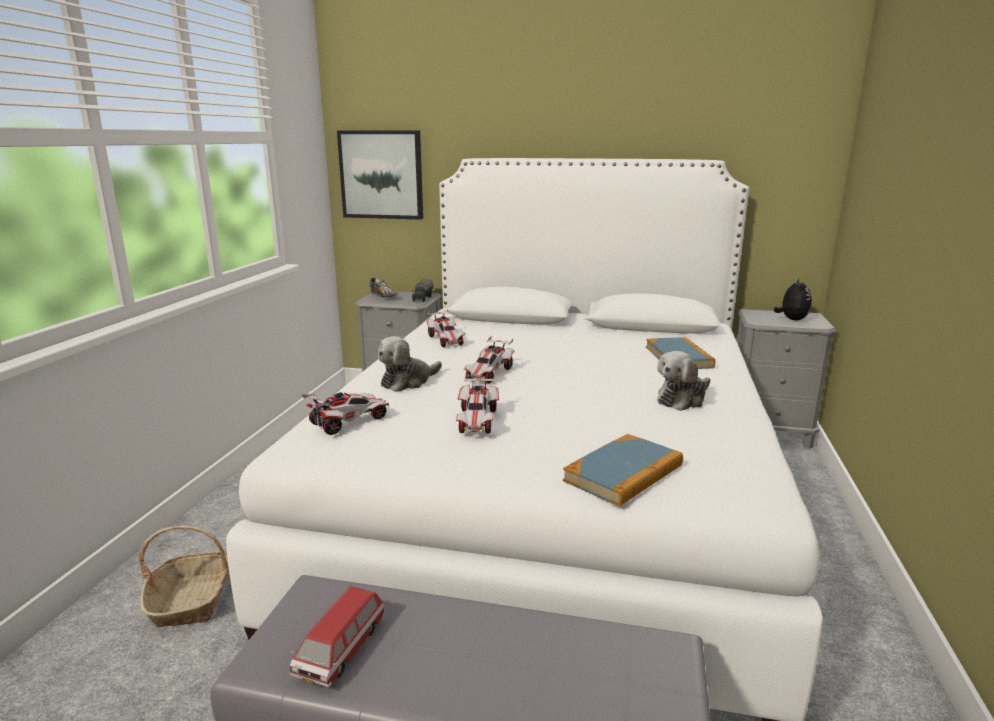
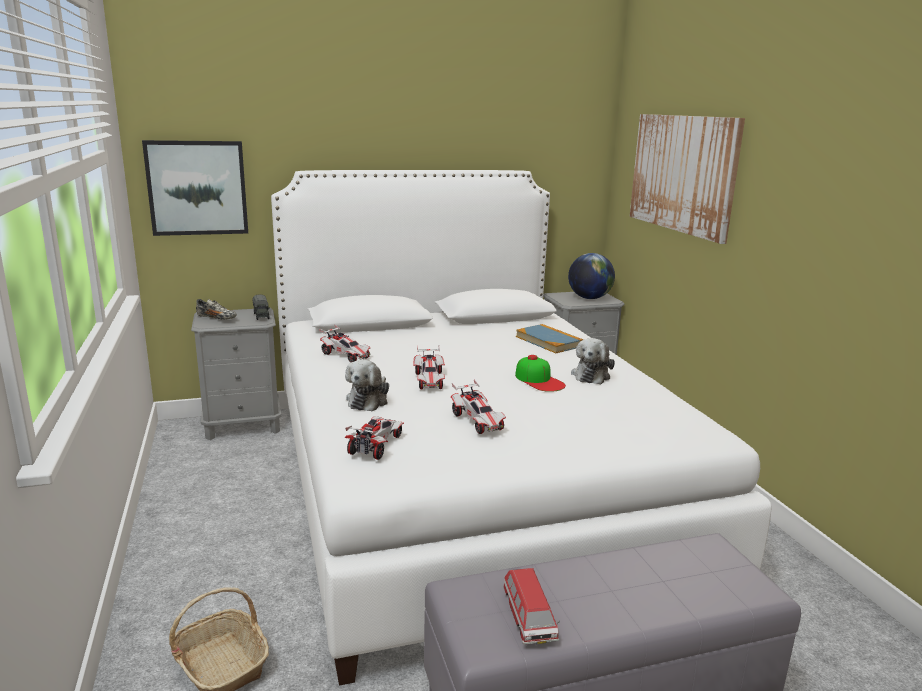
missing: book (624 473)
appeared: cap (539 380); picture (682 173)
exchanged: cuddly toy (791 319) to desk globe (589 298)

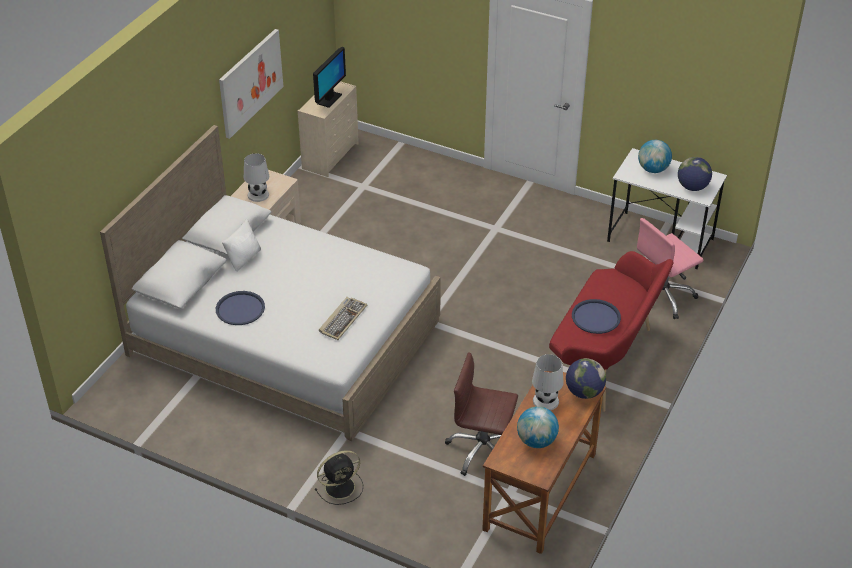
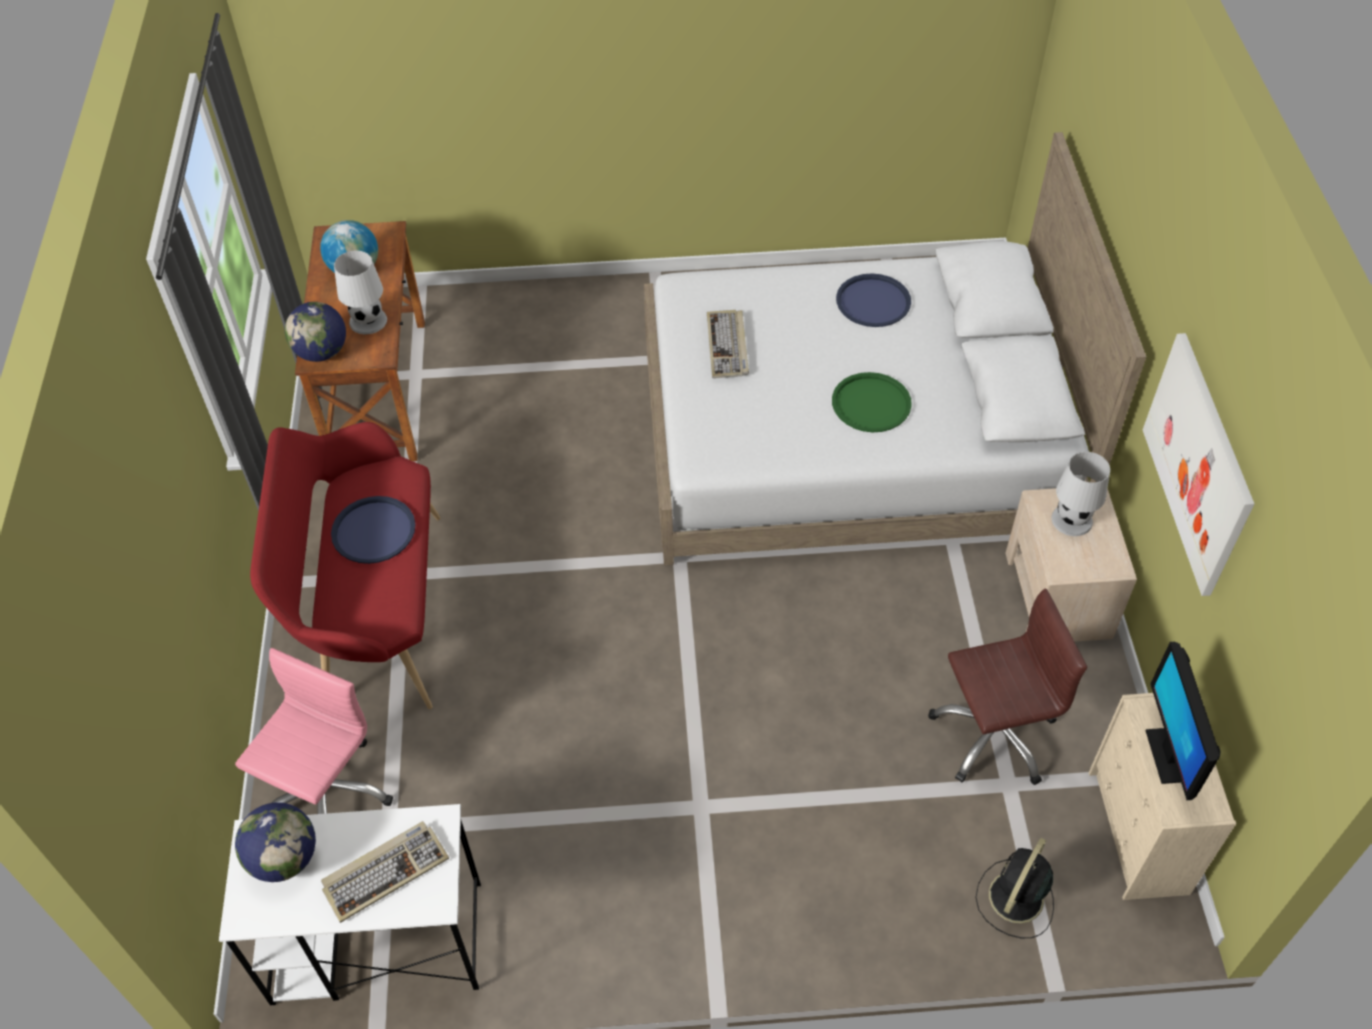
missing: throw pillow in white (244 258)
appeared: carrying tray in green-coloured (871 403)
relocated: electric fan in black (341 486) to (1015 899); desk chair in brown-coloured (483 450) to (993 734)
exchanged: desk globe (653 169) to keyboard (385 871)

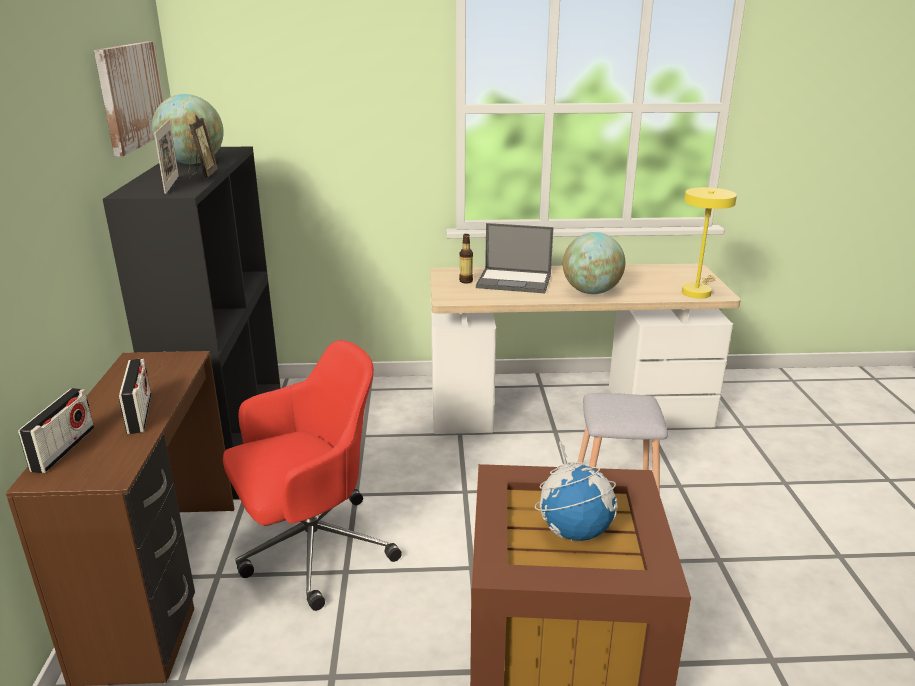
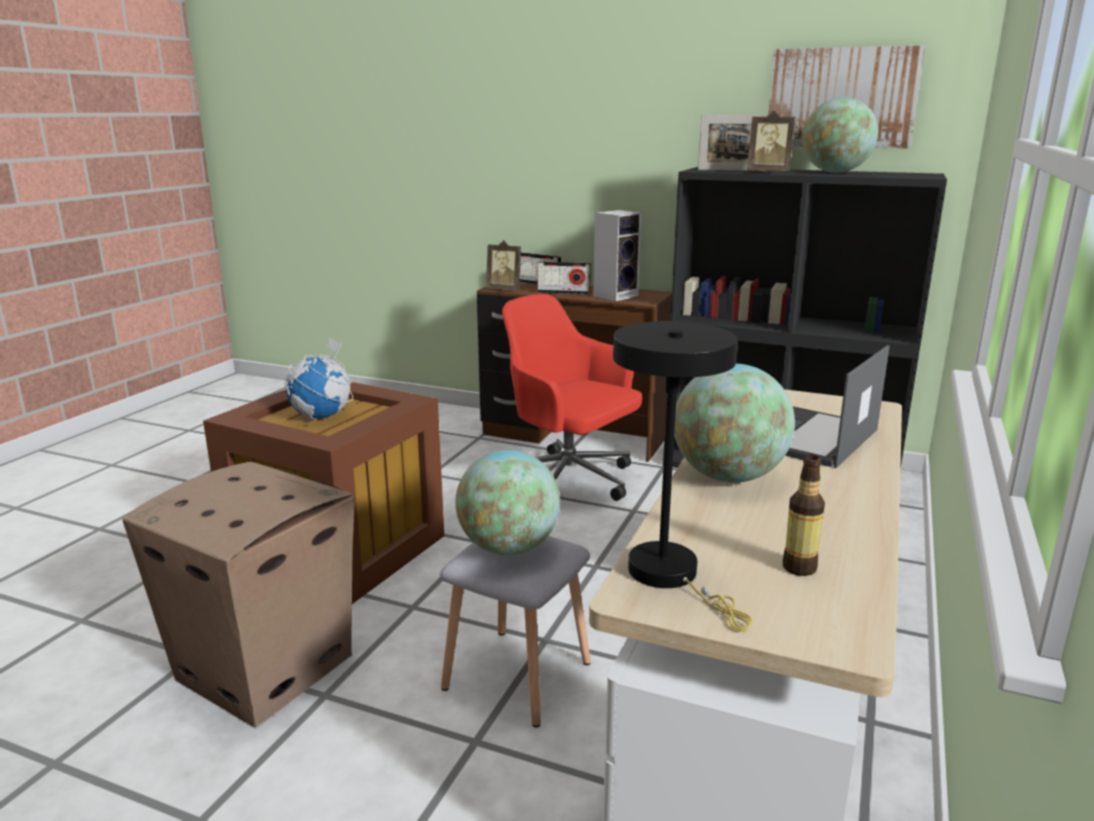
appeared: packing box (263 667); desk globe (508 548); standing frame (505 290); loudspeaker (616 295)
relocated: drink bottle (466 281) to (799 568)
colour: table lamp in yellowish (697 291) to table lamp in black (672 576)
spun: desk chair in red (311 549) = (568 483) 135 degrees clockwise

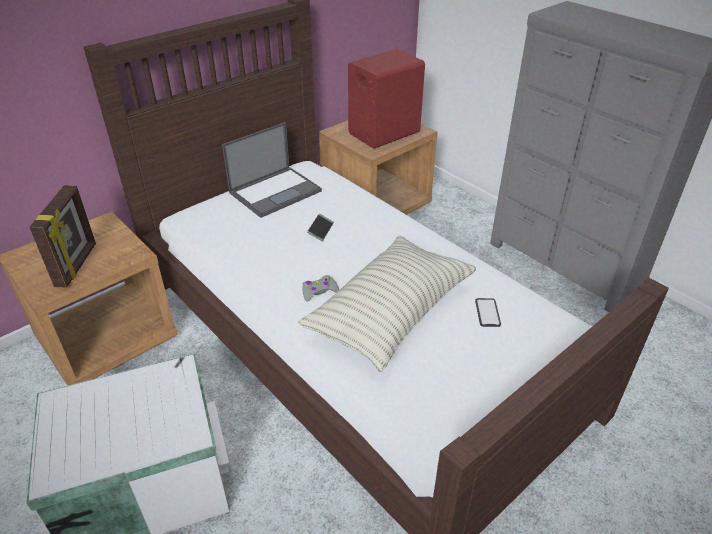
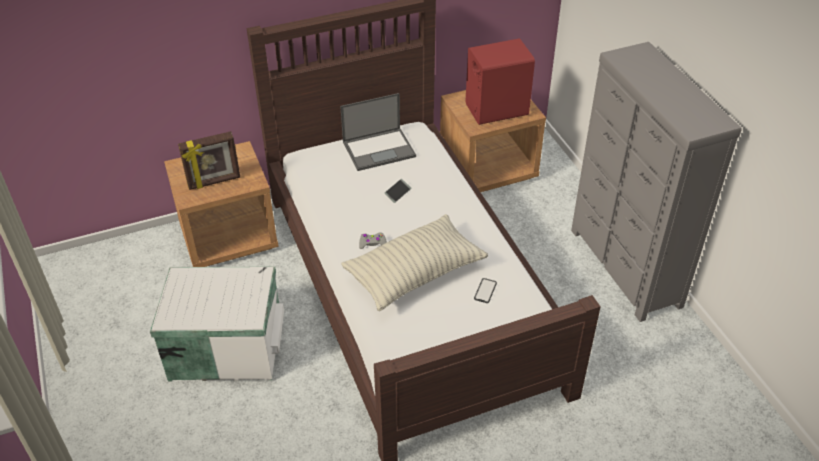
spun: standing frame (77 265) = (214 182) 45 degrees clockwise

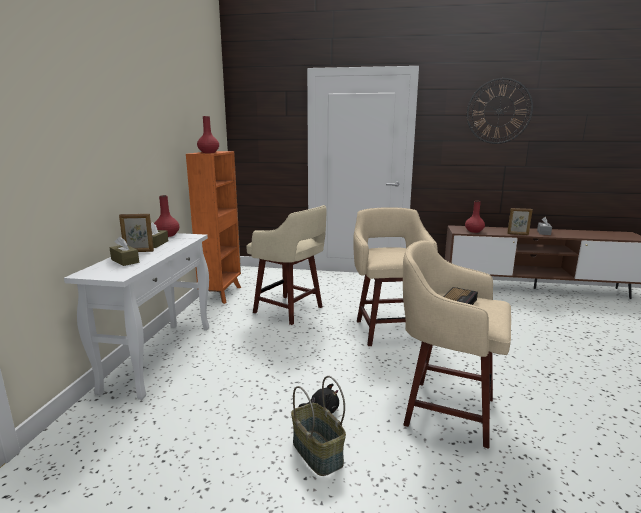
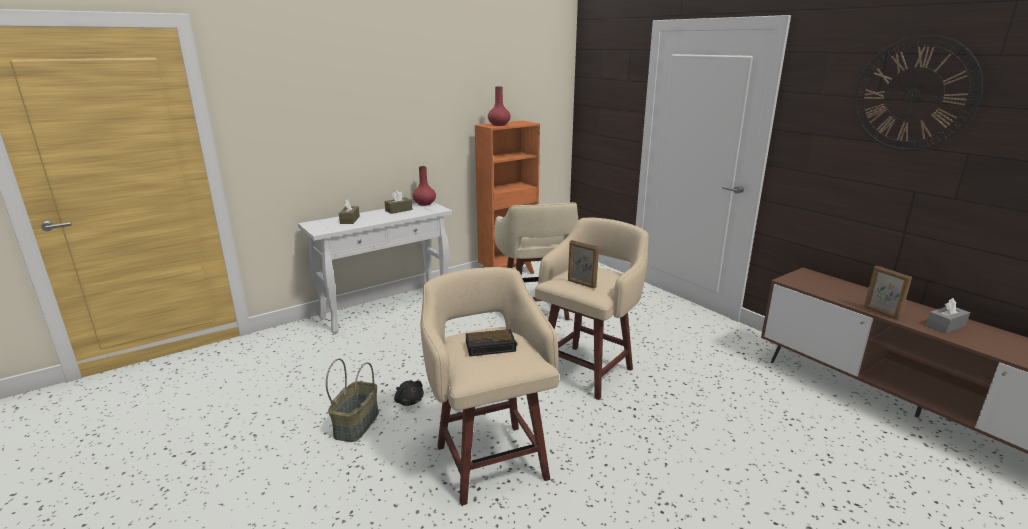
missing: decorative vase in red (474 231)
relocated: standing frame (138 251) to (581 284)

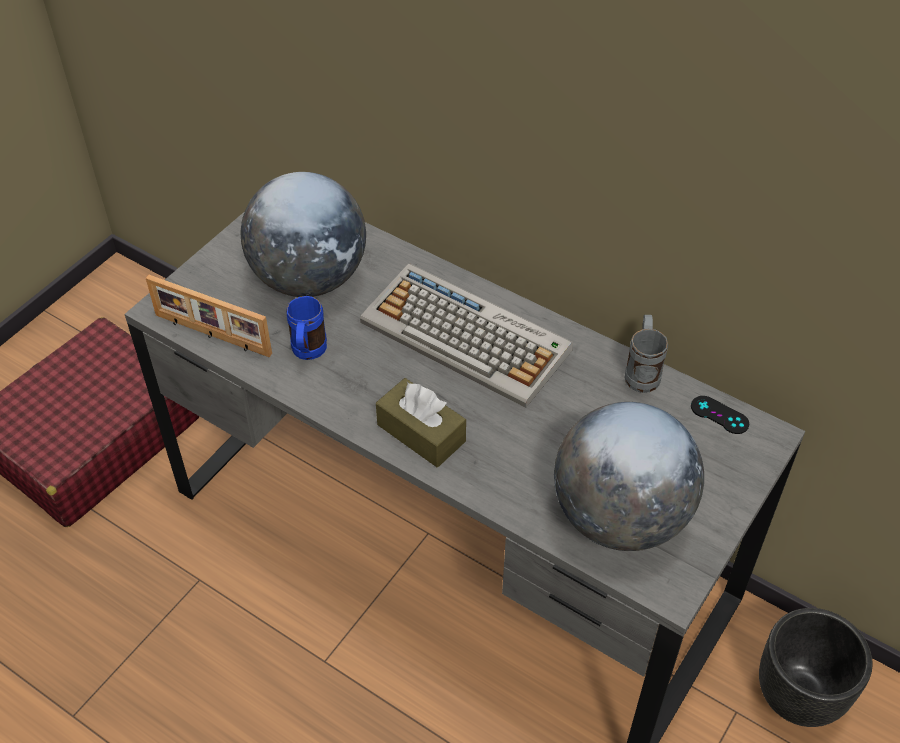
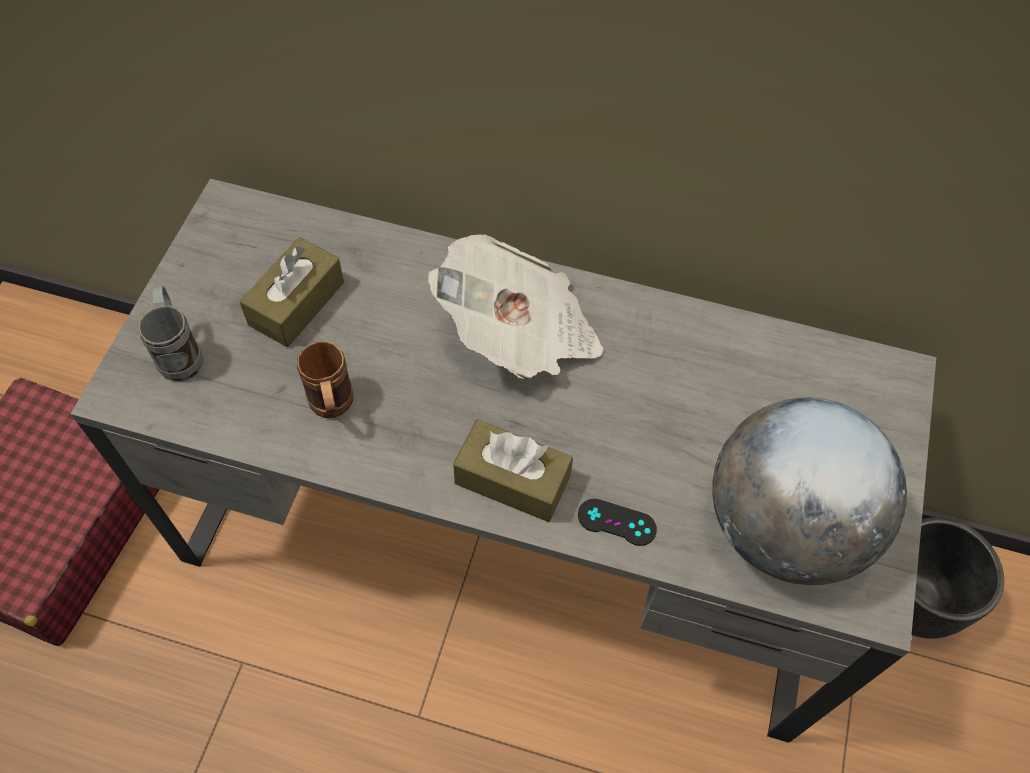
missing: standing frame (212 335)
relocated: coffee mug in greyish (642 371) to (180 352); joypad in black (719 415) to (616 522)
exchanged: desk globe (309 278) to tissue box in brown-coloured (296 303); keyboard (467 336) to newspaper (519 334)
colour: coffee mug in blue (307 354) to coffee mug in brown-coloured (332 409)

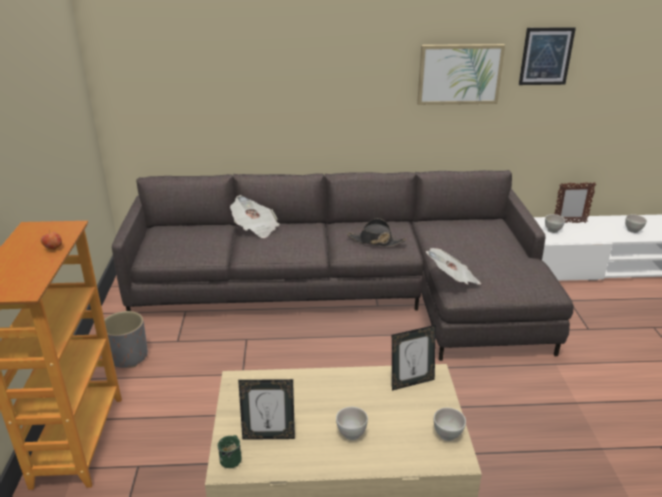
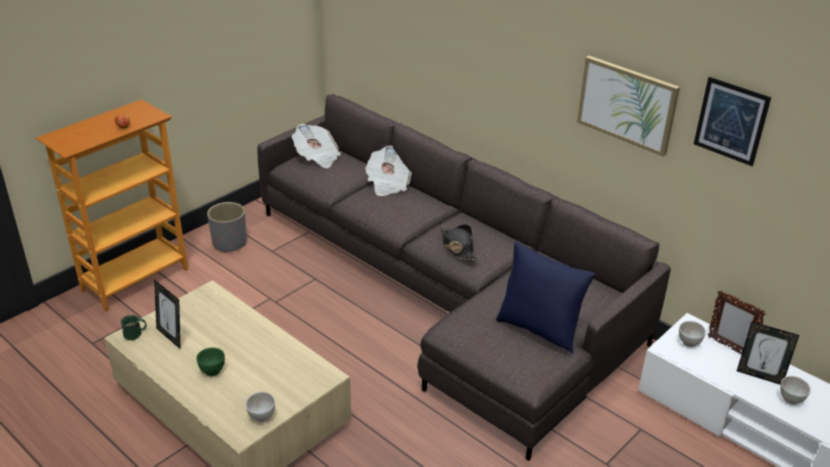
appeared: throw pillow in blue (539 329)
relocated: standing frame (411 382) to (760 375); newspaper (452 279) to (317 157)
colour: bowl in white (351 434) to bowl in green-coloured (212 371)

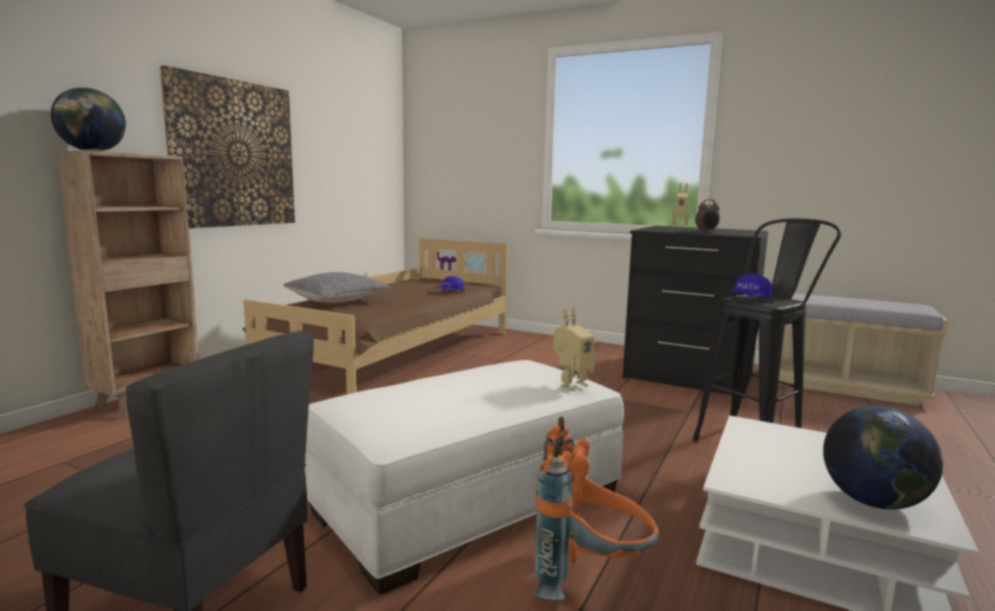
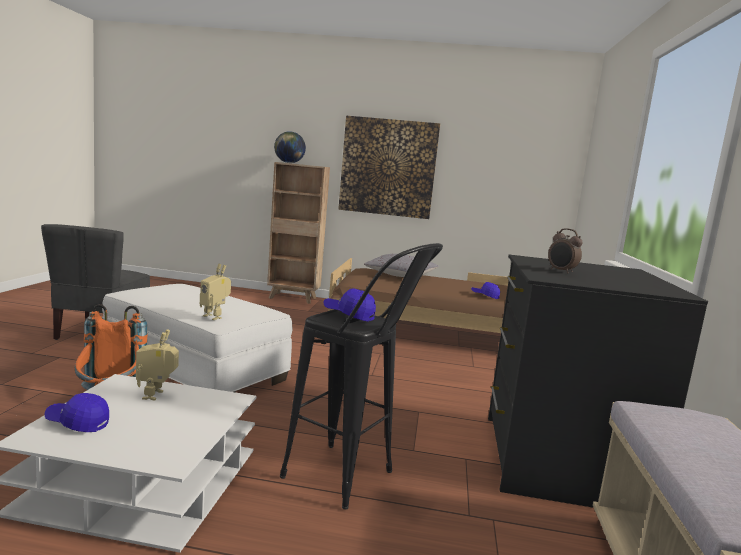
relocated: model robot (679 226) to (157 395)
exchanged: desk globe (873 502) to cap in blue (77 423)

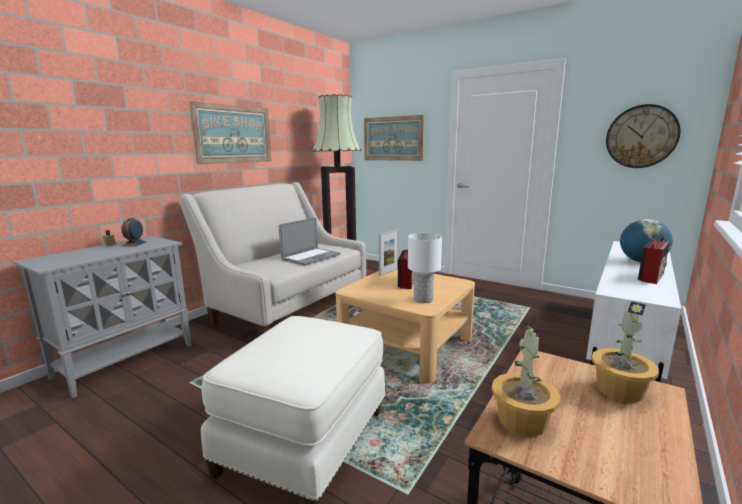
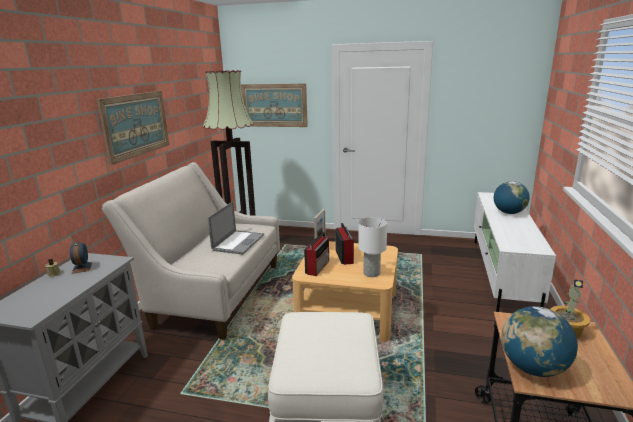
missing: clock on the wall (641 136)
relocated: radio set (651 276) to (318 267)
exchanged: potted plant (521 421) to desk globe (533 368)

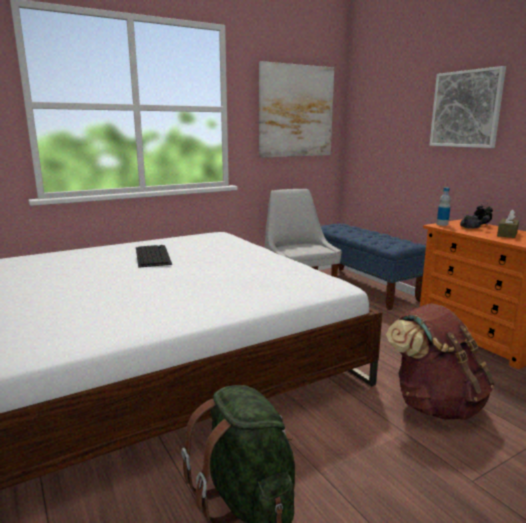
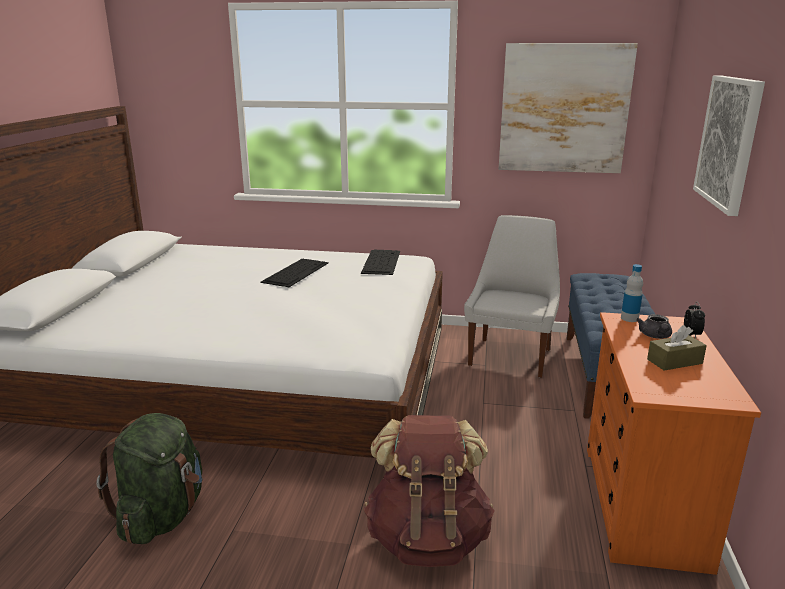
appeared: keyboard (381 261)

